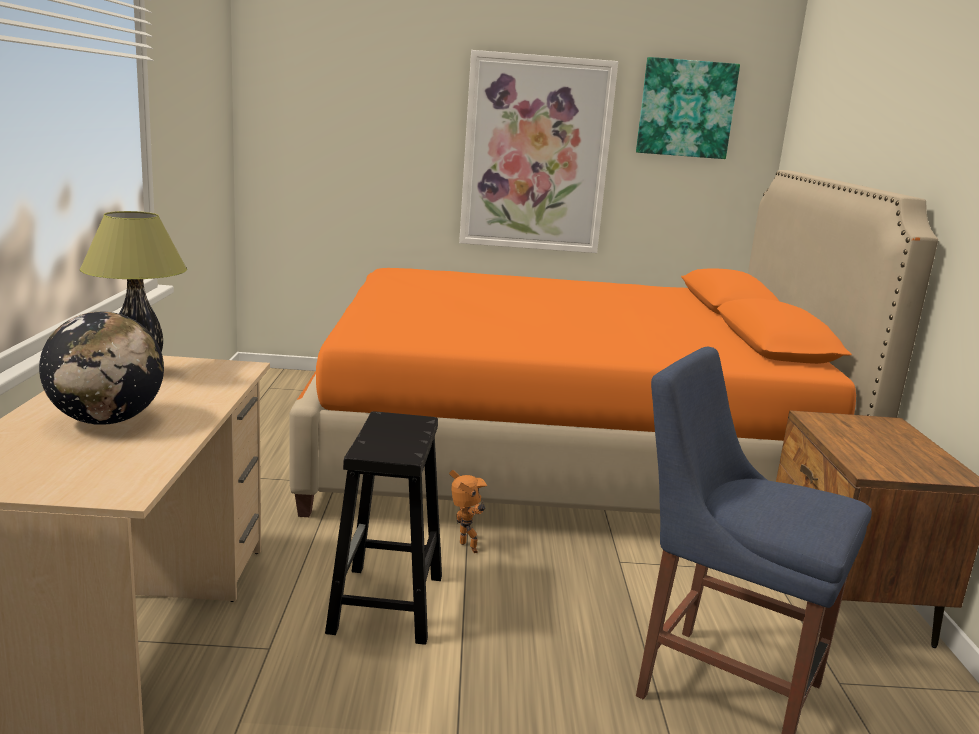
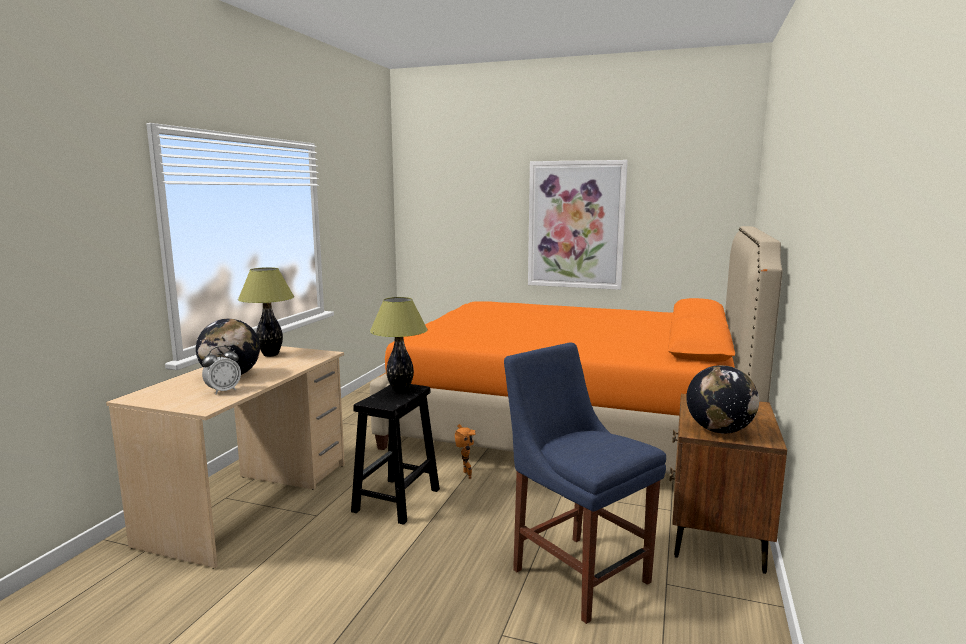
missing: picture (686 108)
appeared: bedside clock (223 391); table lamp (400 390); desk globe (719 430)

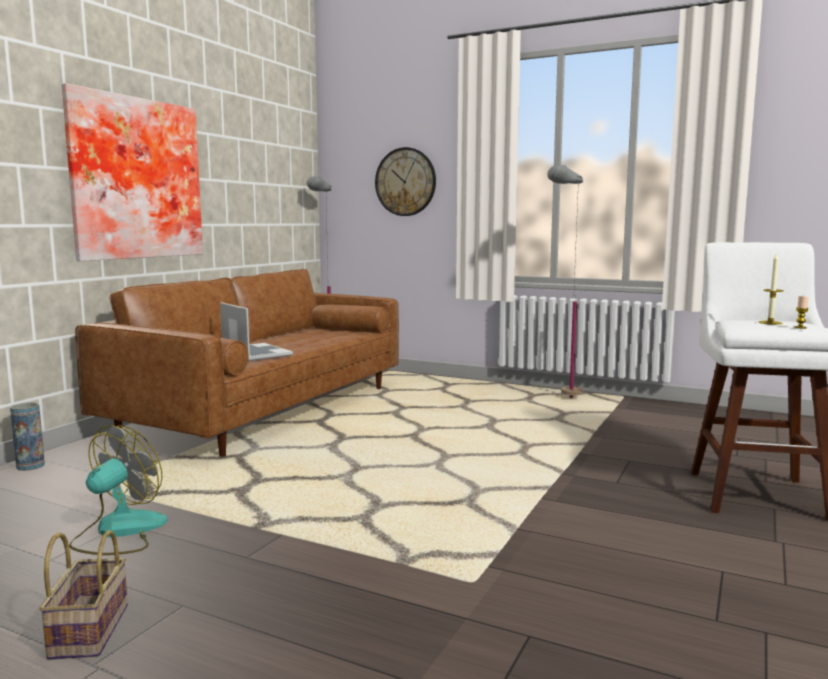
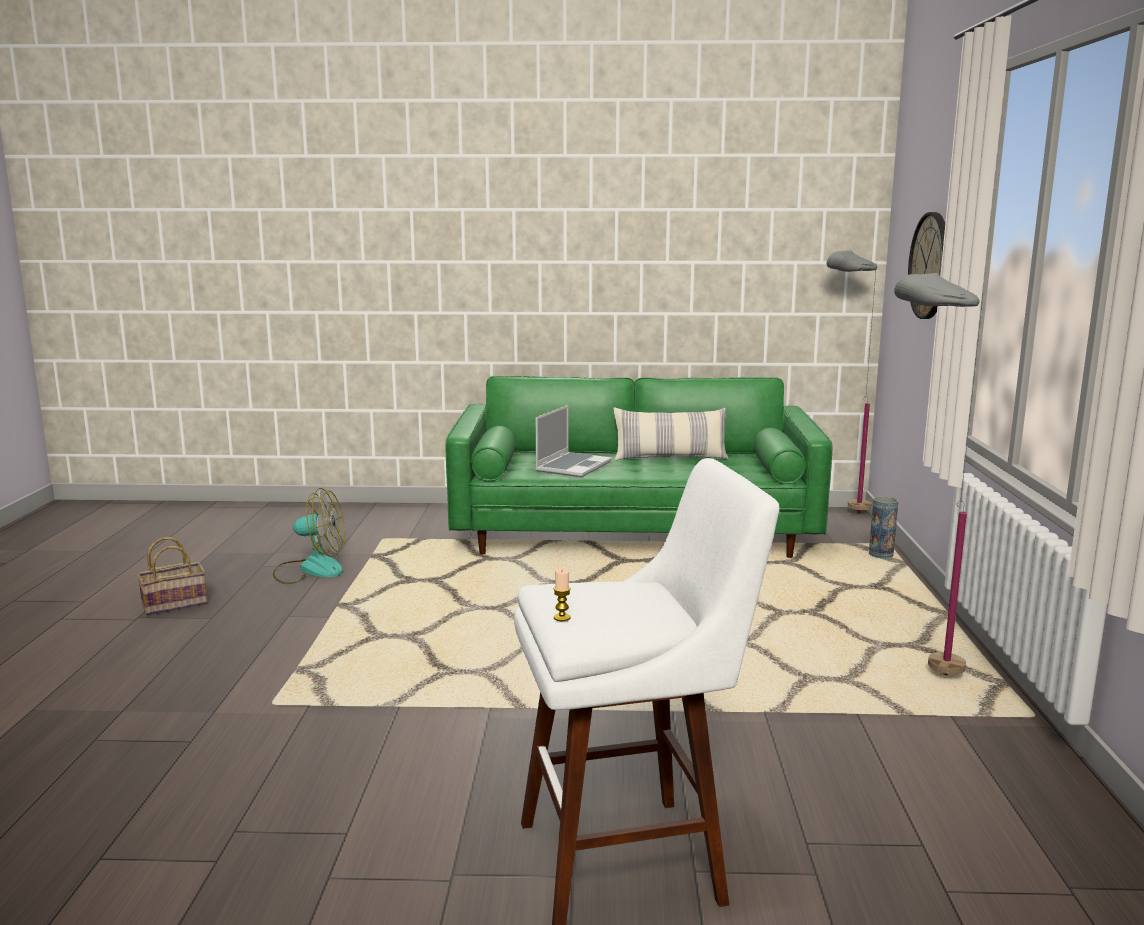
missing: picture (134 179); wax candle (770 323)
appeared: throw pillow (670 458)
relocated: decorative vase (30 466) to (881 555)
colour: couch in brown-coloured (265 410) to couch in green-coloured (633 533)

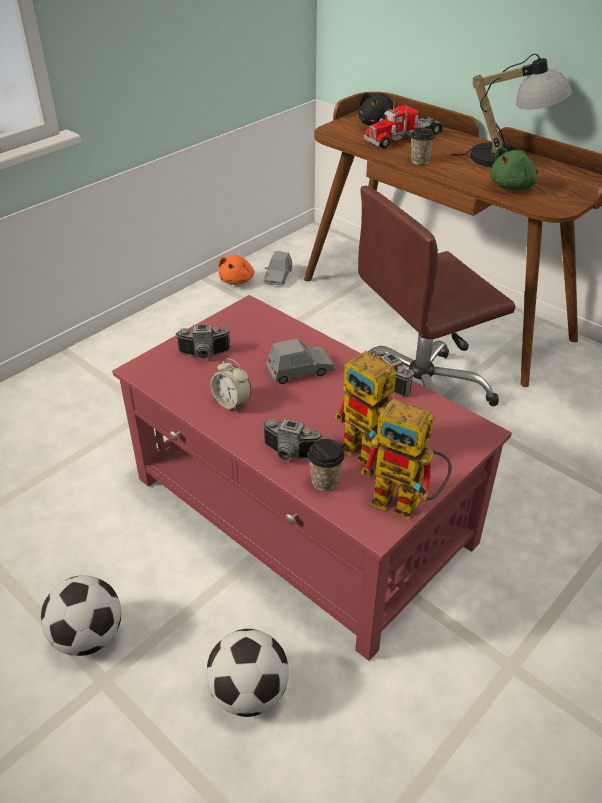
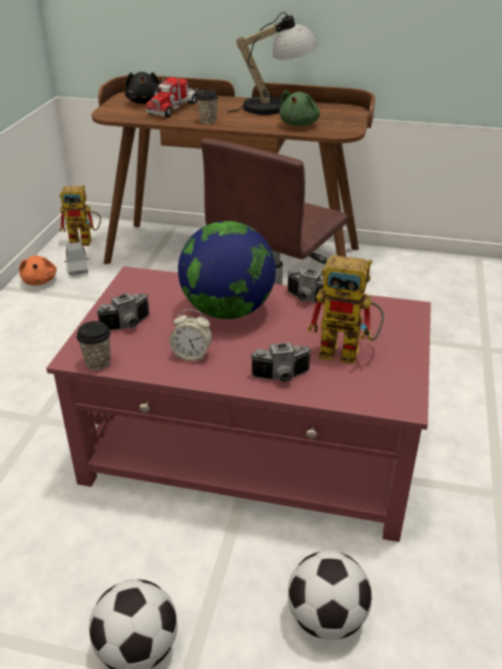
relocated: small cup (325 481) to (98 362); model robot (407 502) to (86 241)
exchanged: toy car in greyish (300 370) to desk globe (228 311)

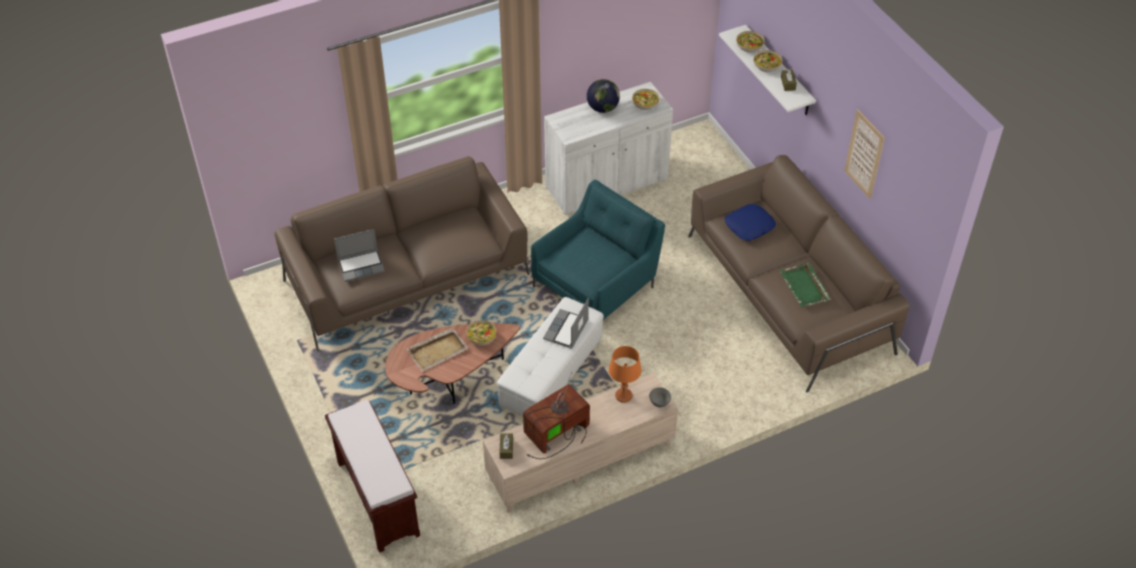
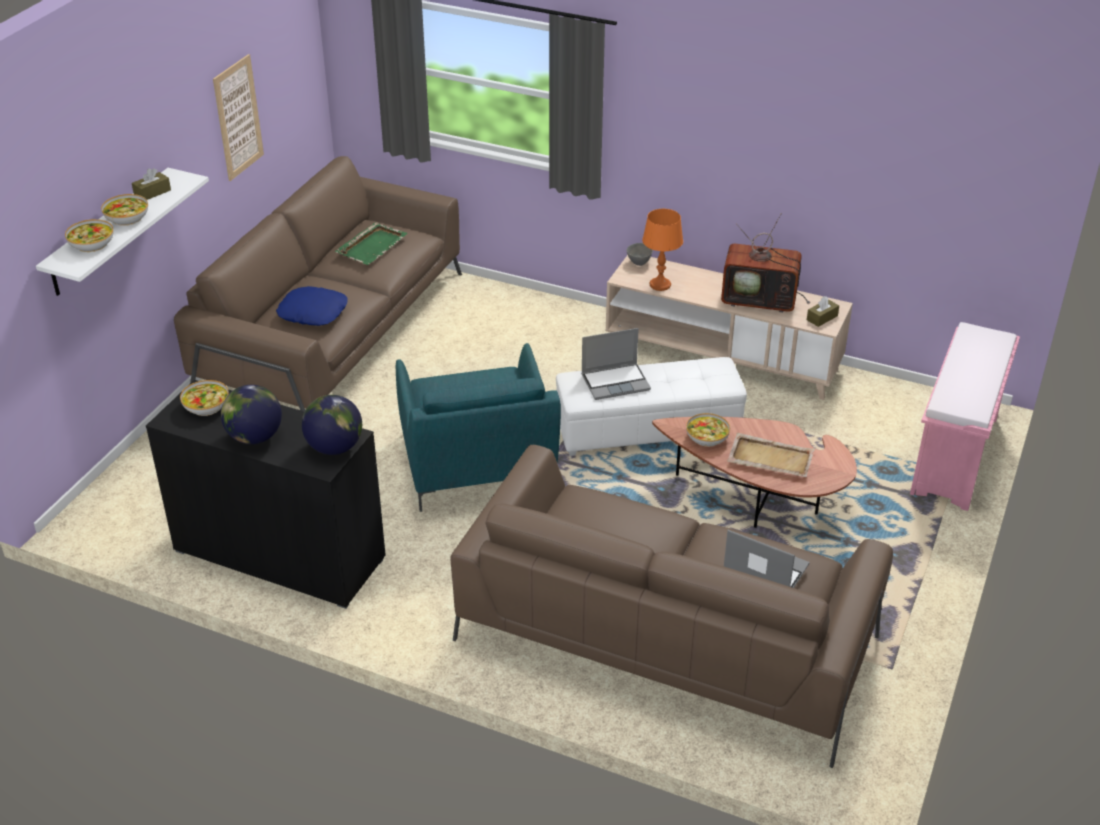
appeared: desk globe (334 447)
colour: long seat in brown-coloured (377 497) to long seat in pink-coloured (955 457); cupboard in white (606 184) to cupboard in black (280 554)
spun: lounge chair in turquoise (597 284) = (477 467) 105 degrees counterclockwise

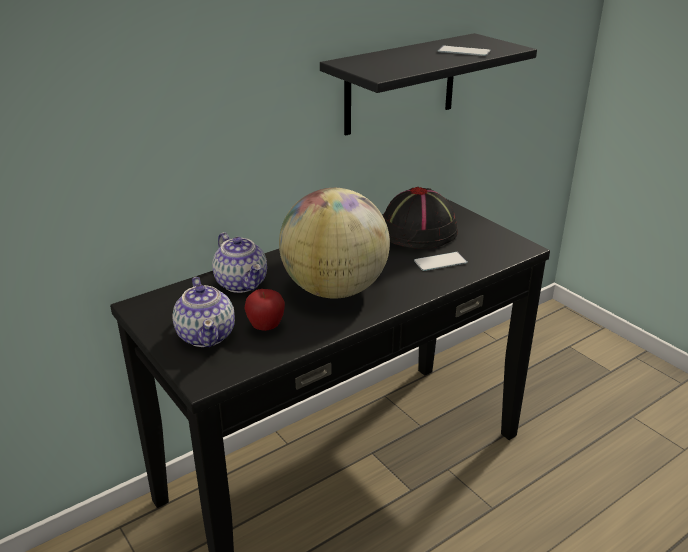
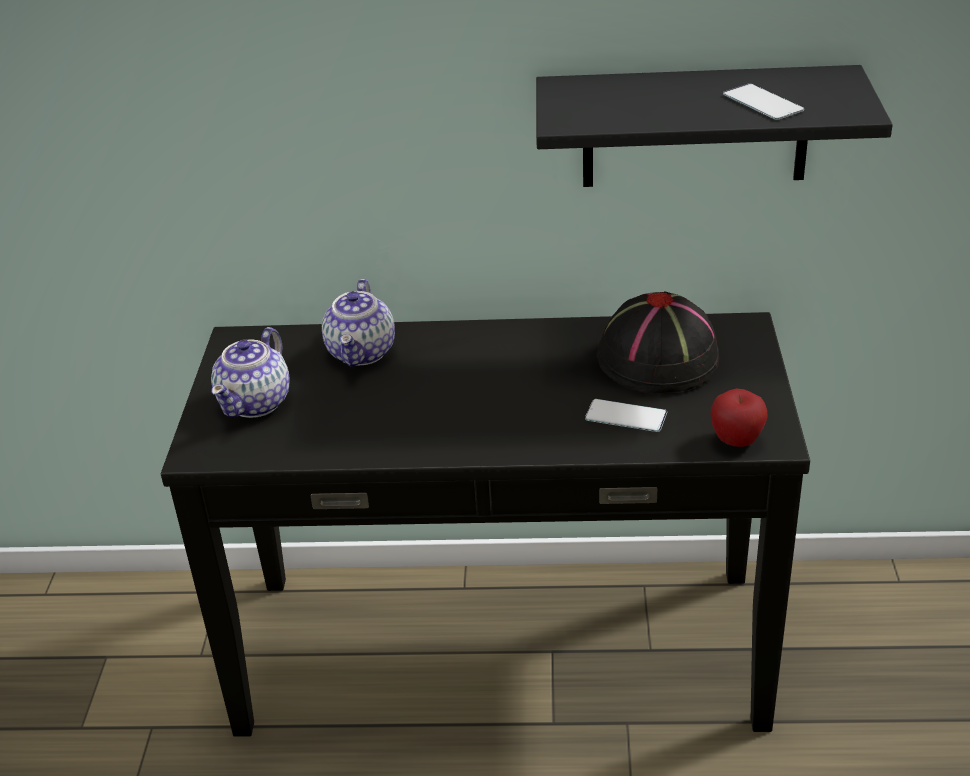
missing: desk globe (334 289)
relocated: whole apple (266 327) to (736 441)

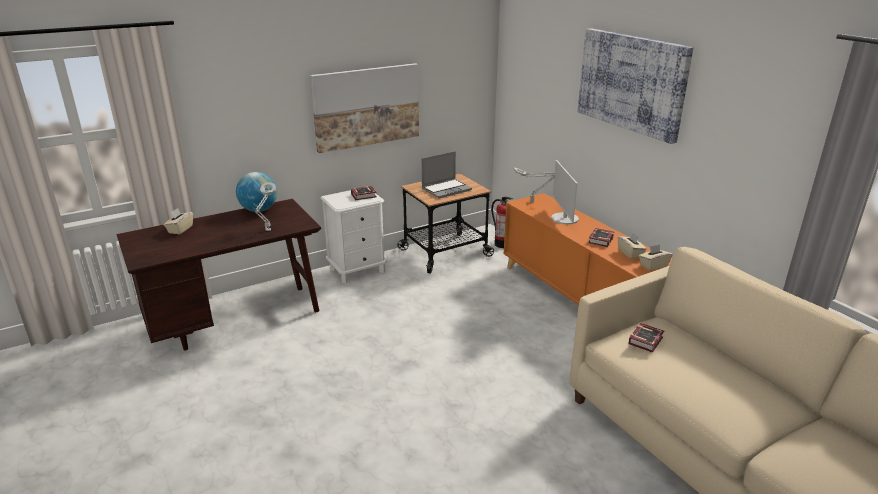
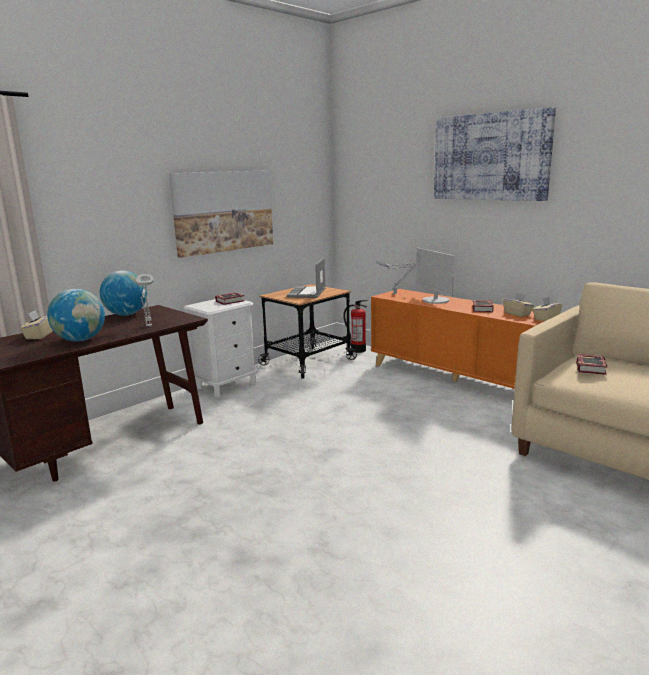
appeared: desk globe (80 340)
spun: notebook computer (446 189) = (307 293) 150 degrees clockwise

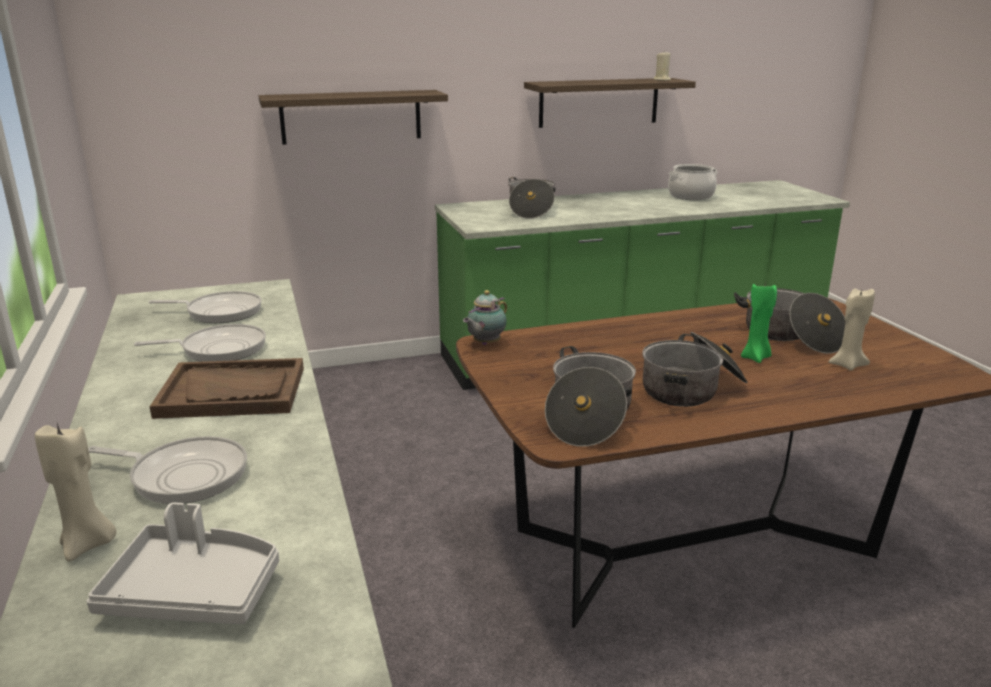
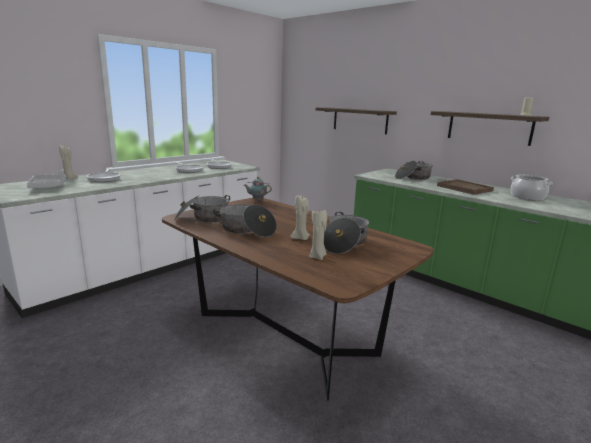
relocated: carrying tray in brown-coloured (233 392) to (464 188)
colour: wax candle in green-coloured (756 358) to wax candle in sand-coloured (300 238)

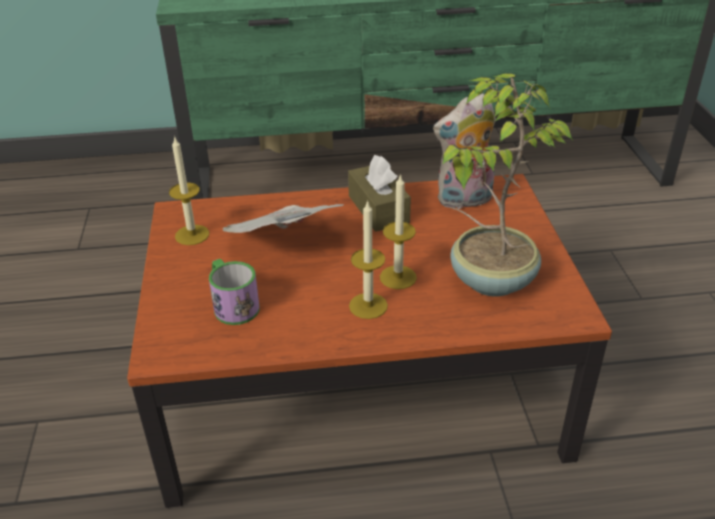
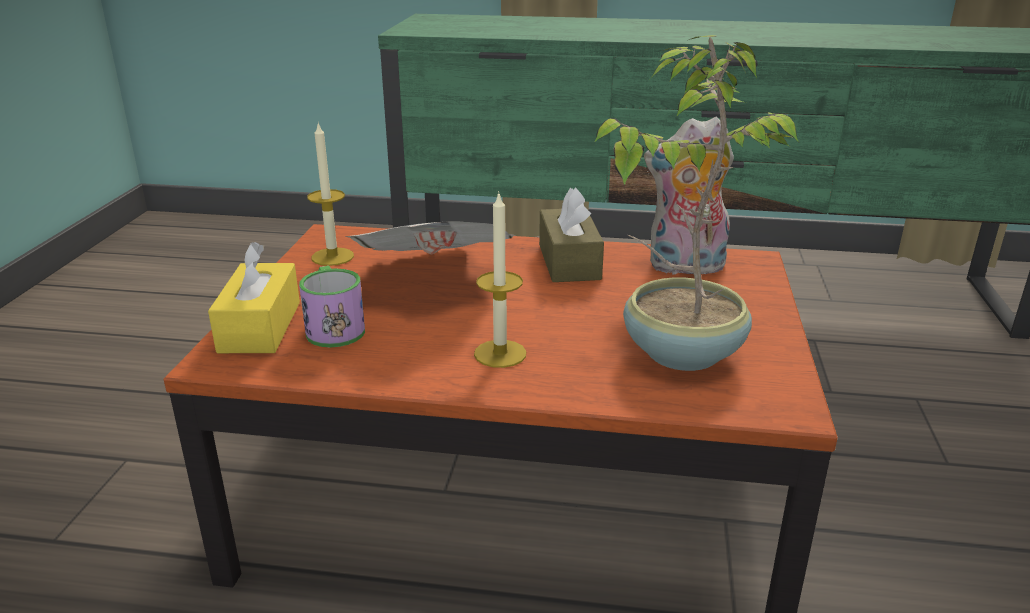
missing: wax candle (398 277)
appeared: tissue box in yellowish (260 327)

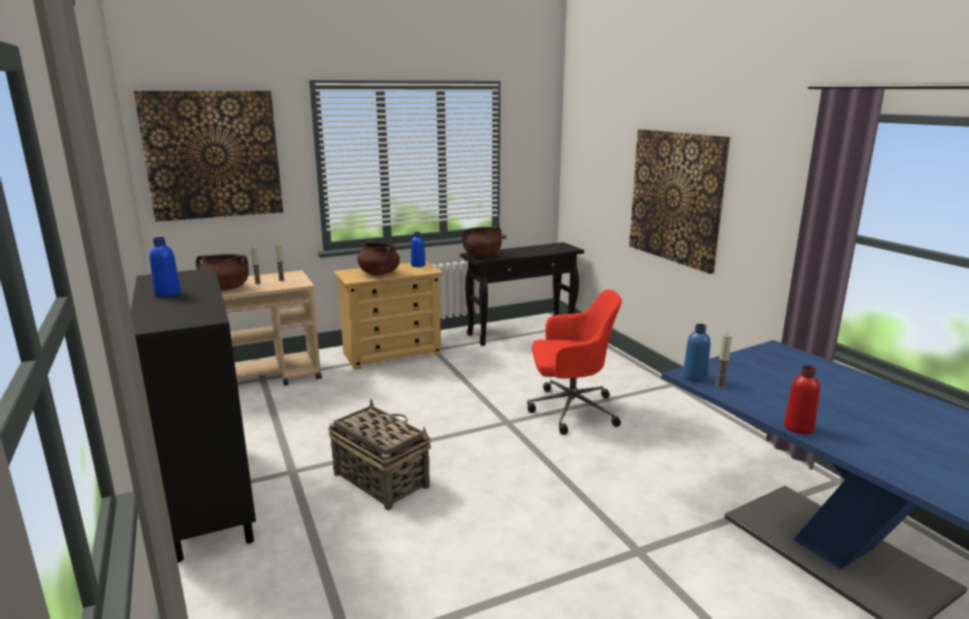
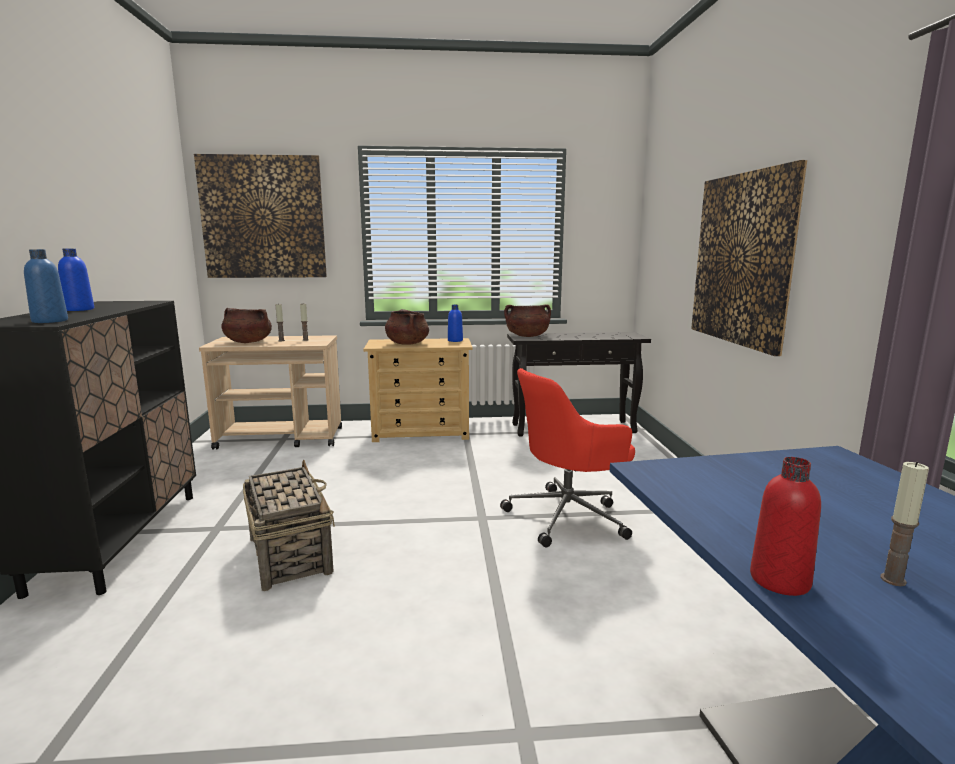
relocated: drink bottle in blue (694 377) to (50 321); wax candle (720 386) to (893 580)
spun: desk chair in red (570 410) = (568 516) 135 degrees clockwise

